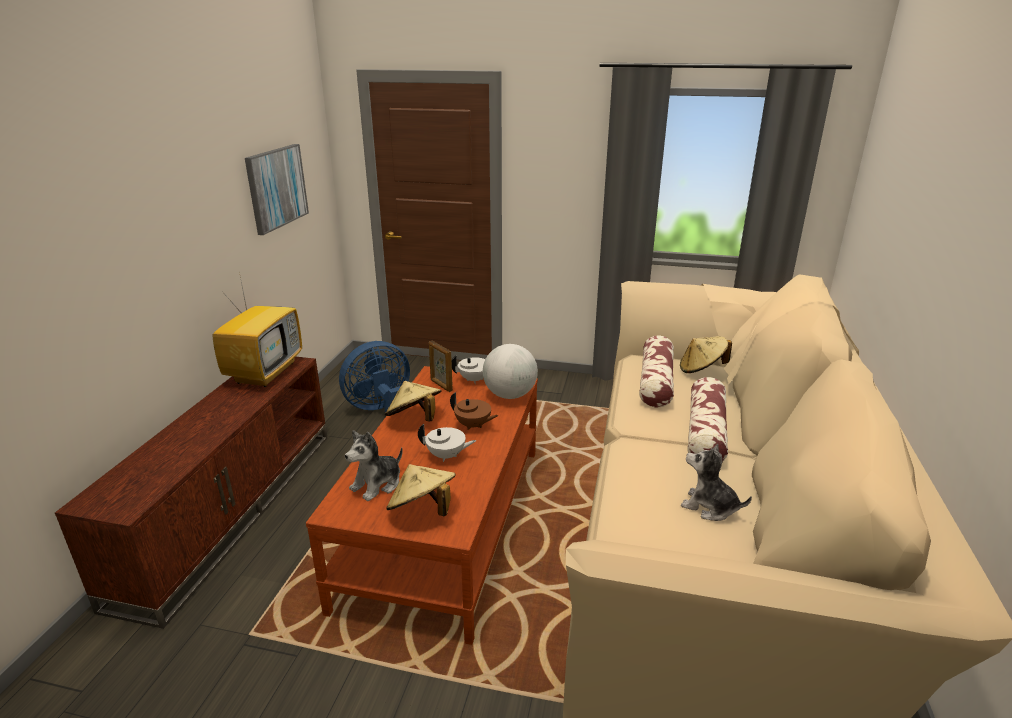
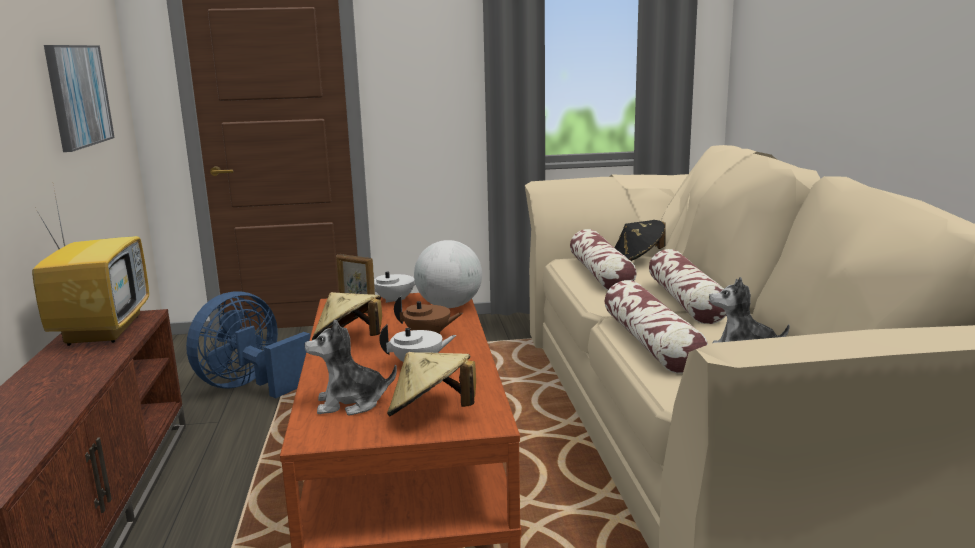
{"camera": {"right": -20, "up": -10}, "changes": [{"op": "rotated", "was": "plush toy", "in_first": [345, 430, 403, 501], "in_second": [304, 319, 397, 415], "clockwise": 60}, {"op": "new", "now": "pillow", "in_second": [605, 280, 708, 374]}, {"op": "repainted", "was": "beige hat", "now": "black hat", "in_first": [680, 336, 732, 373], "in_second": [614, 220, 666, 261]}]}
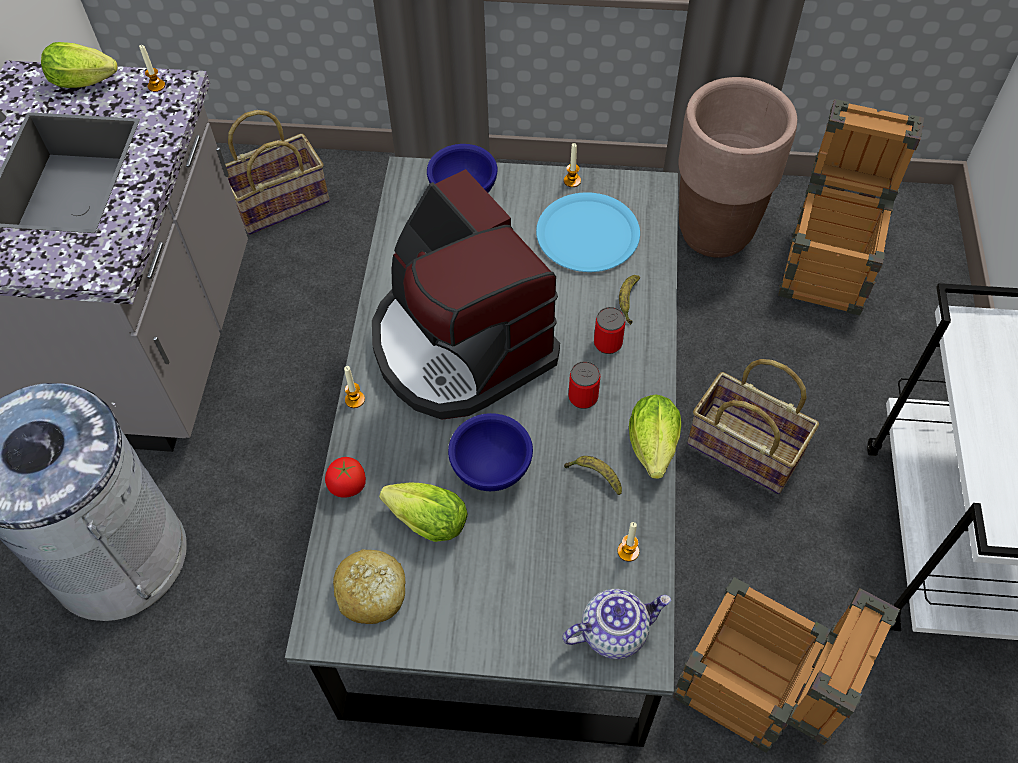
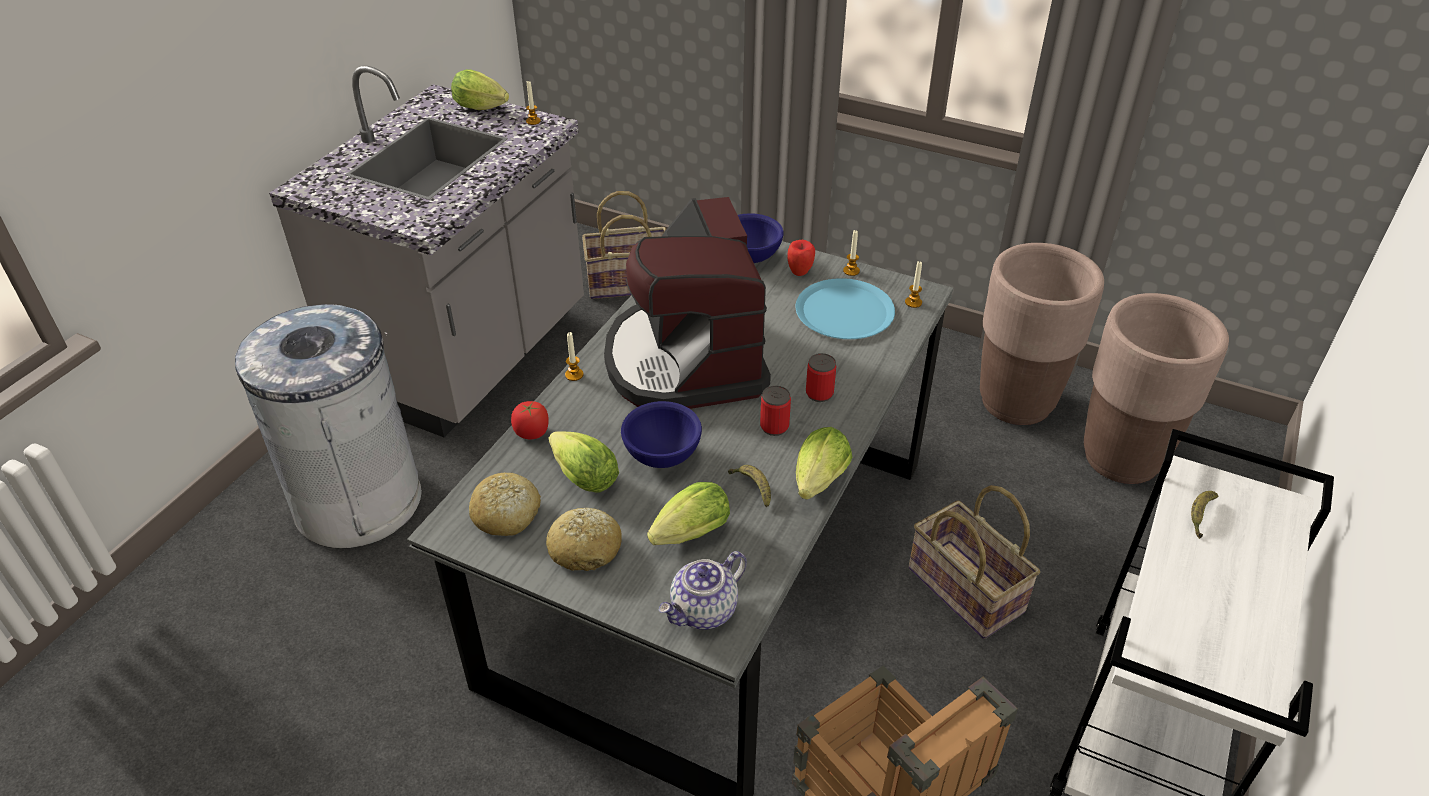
{"camera": {"right": 20, "up": -15}, "changes": [{"op": "new", "now": "bread", "in_second": [546, 508, 622, 571]}, {"op": "new", "now": "lettuce", "in_second": [647, 482, 730, 545]}, {"op": "rotated", "was": "teapot", "in_first": [563, 589, 671, 659], "in_second": [659, 551, 747, 630], "clockwise": 135}, {"op": "new", "now": "apple", "in_second": [787, 240, 815, 276]}, {"op": "shifted", "was": "candle", "in_first": [617, 522, 639, 562], "in_second": [905, 261, 922, 308]}, {"op": "swapped", "was": "crate", "now": "brown planter", "in_first": [778, 99, 924, 316], "in_second": [1084, 293, 1229, 484]}, {"op": "shifted", "was": "banana", "in_first": [619, 275, 640, 325], "in_second": [1191, 491, 1219, 539]}]}
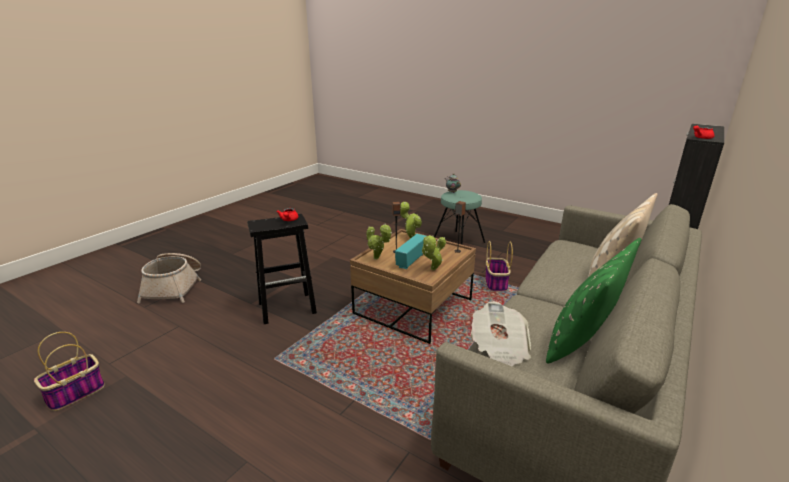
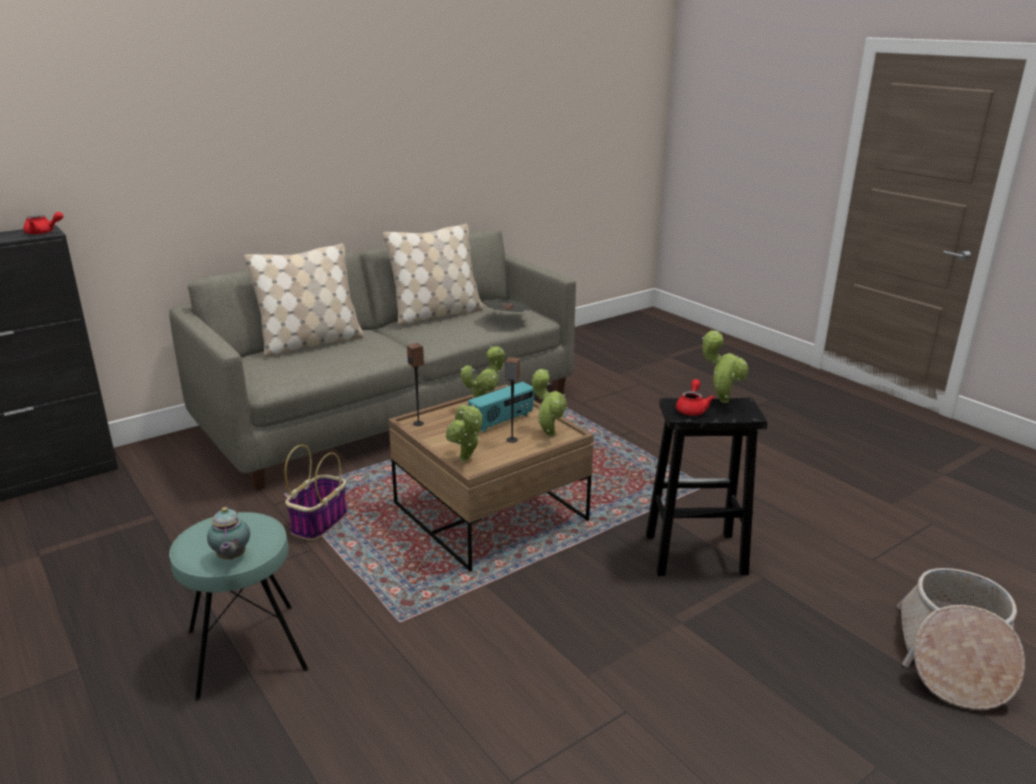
{"camera": {"right": -160, "up": 0}, "changes": [{"op": "repainted", "was": "green pillow", "now": "beige pillow", "in_first": [546, 238, 641, 364], "in_second": [383, 224, 483, 325]}, {"op": "new", "now": "potted plant", "in_second": [702, 330, 749, 403]}, {"op": "gone", "was": "basket", "in_first": [34, 332, 105, 411]}]}
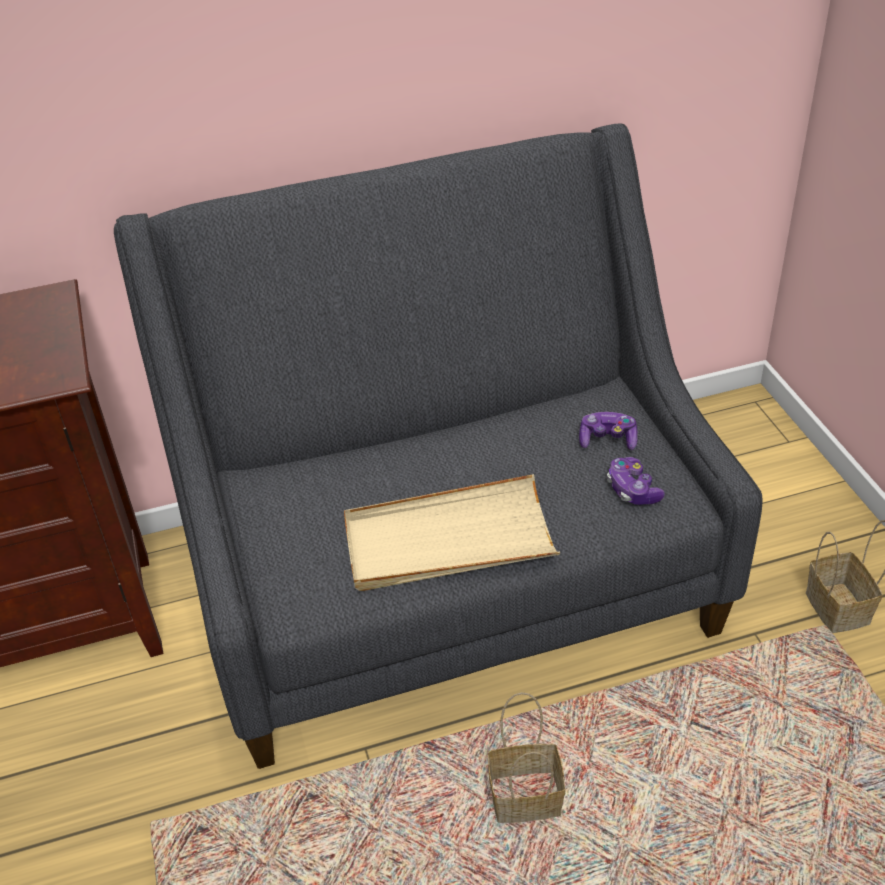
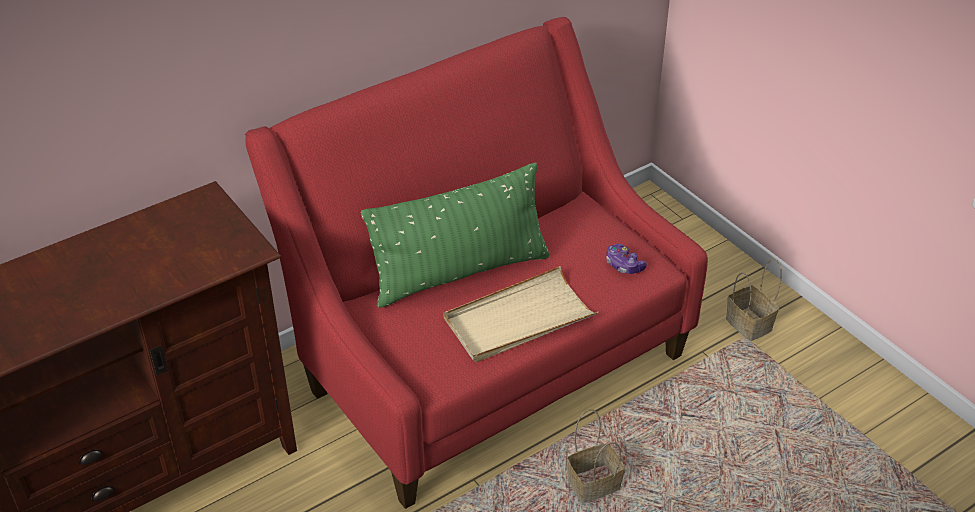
{"camera": {"right": -20, "up": 0}, "changes": [{"op": "repainted", "was": "grey sofa", "now": "red sofa", "in_first": [114, 124, 763, 769], "in_second": [245, 17, 708, 509]}, {"op": "new", "now": "green pillow", "in_second": [361, 162, 550, 308]}, {"op": "gone", "was": "game controller", "in_first": [579, 412, 638, 450]}]}
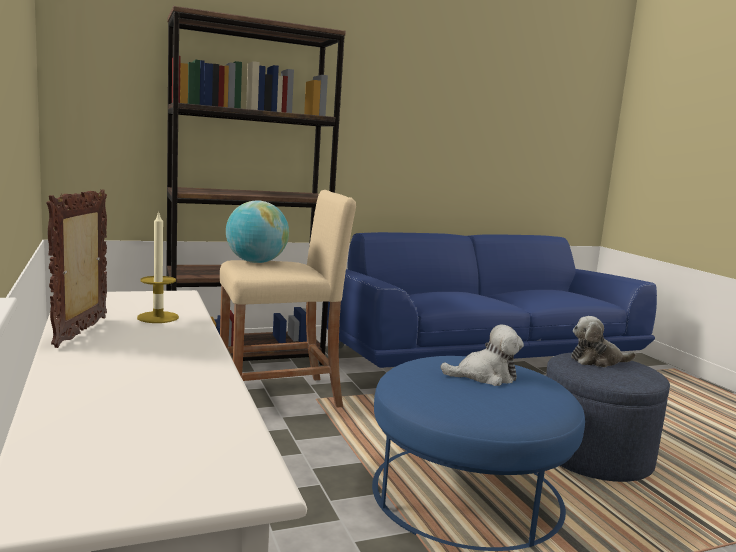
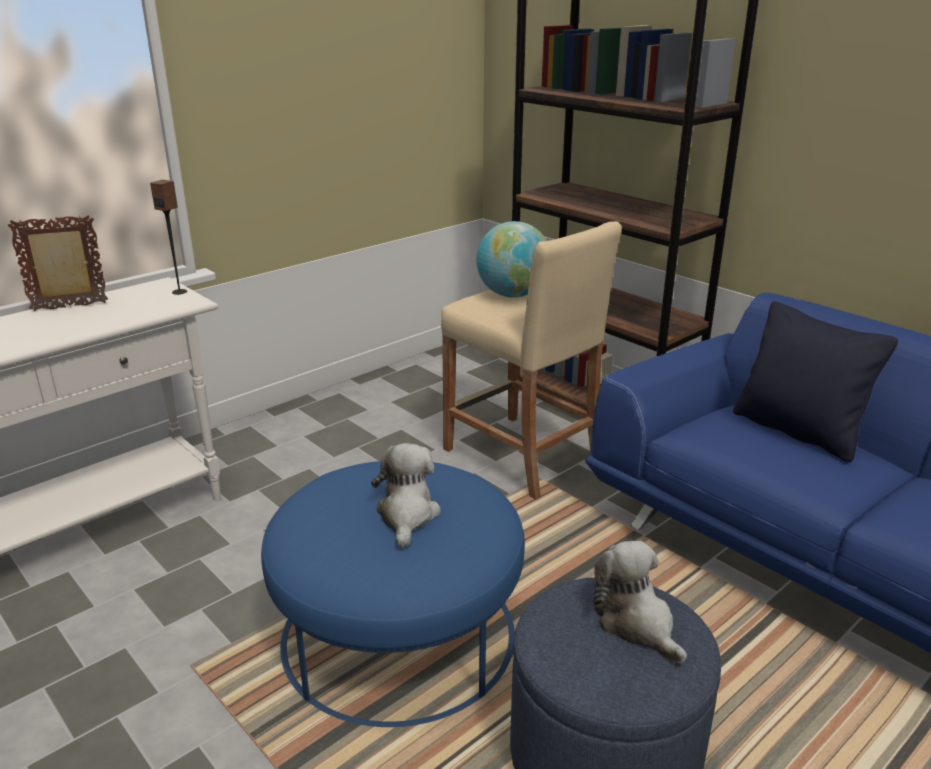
{"camera": {"right": 70, "up": 15}, "changes": [{"op": "new", "now": "speaker", "in_second": [150, 180, 187, 295]}, {"op": "rotated", "was": "plush toy", "in_first": [440, 324, 524, 386], "in_second": [371, 443, 441, 548], "clockwise": -150}, {"op": "new", "now": "black pillow", "in_second": [733, 301, 898, 462]}, {"op": "gone", "was": "candle", "in_first": [137, 210, 179, 323]}]}
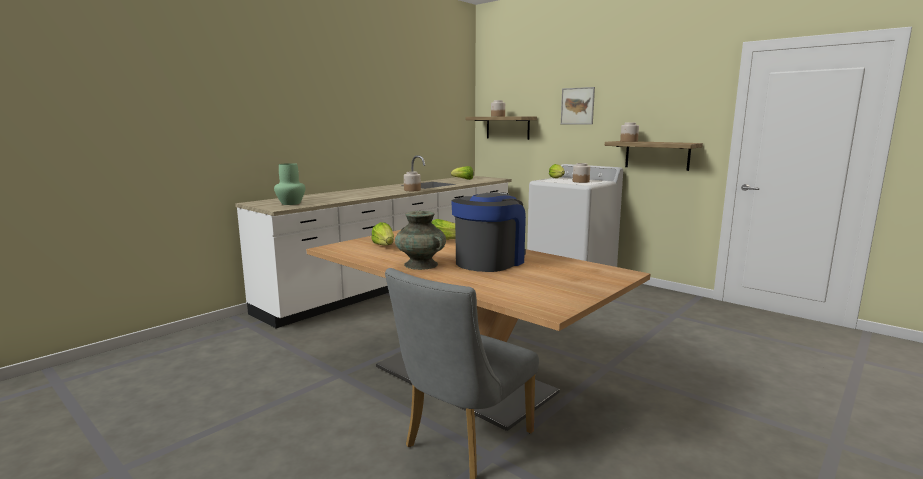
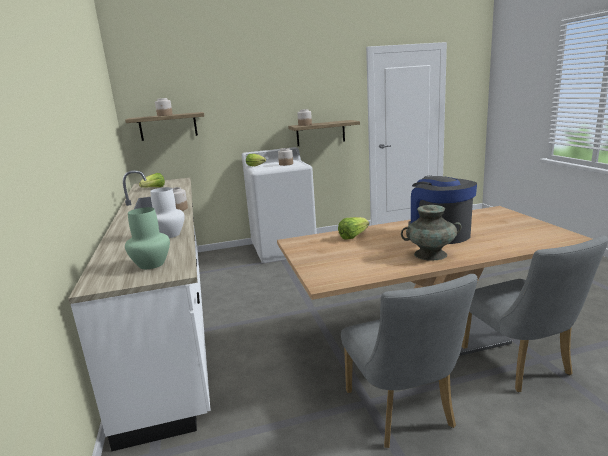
{"camera": {"right": -55, "up": 5}, "changes": [{"op": "new", "now": "white vase", "in_second": [150, 187, 185, 238]}, {"op": "new", "now": "grey chair", "in_second": [341, 274, 478, 448]}, {"op": "gone", "was": "lettuce", "in_first": [371, 222, 394, 245]}, {"op": "gone", "was": "picture", "in_first": [561, 87, 595, 124]}]}
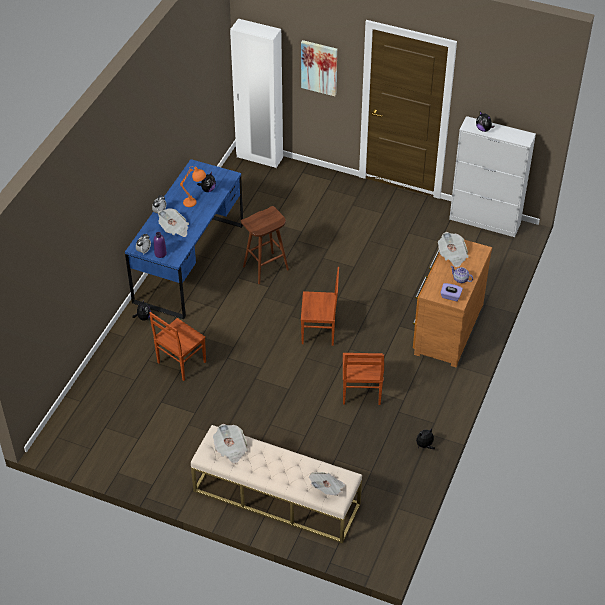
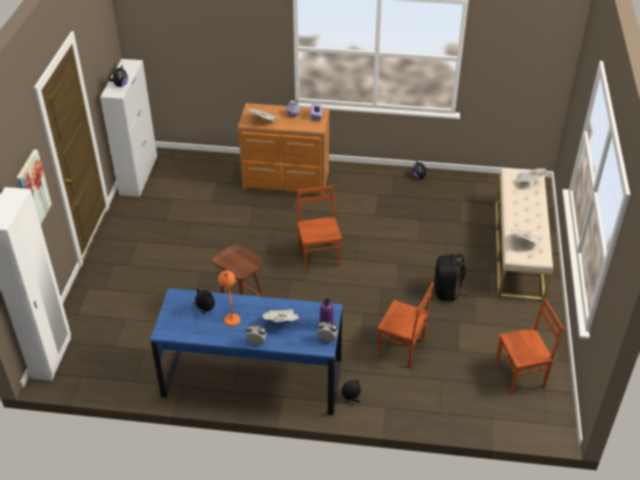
{"camera": {"right": -105, "up": -5}, "changes": [{"op": "new", "now": "black backpack", "in_second": [434, 254, 467, 301]}, {"op": "shifted", "was": "brown chair", "in_first": [343, 353, 384, 405], "in_second": [495, 298, 563, 394]}]}
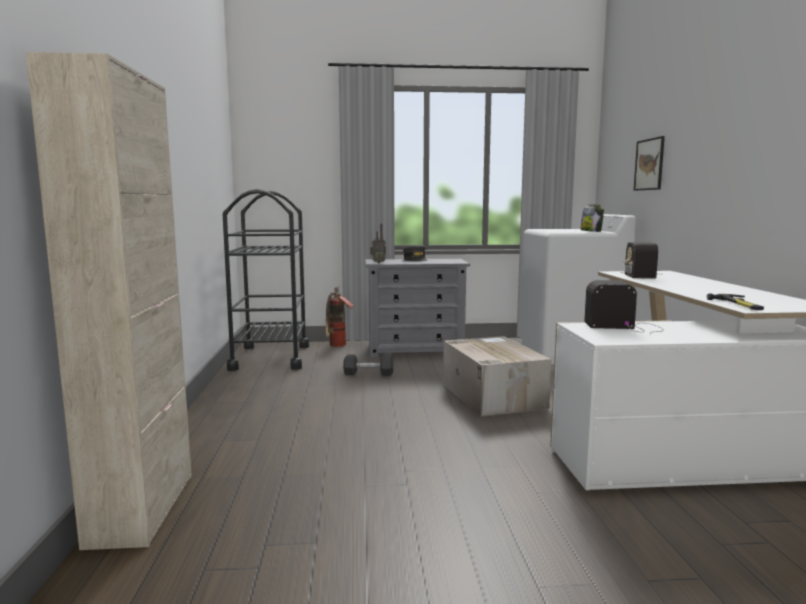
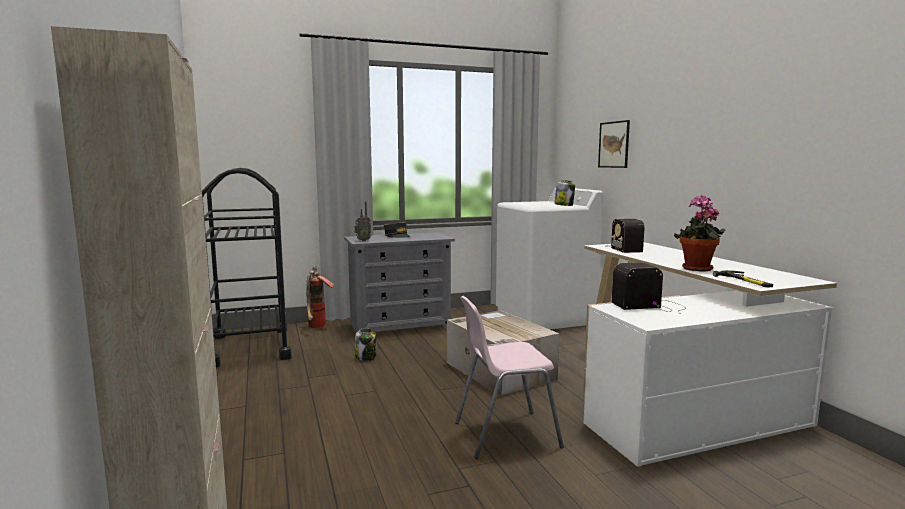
{"camera": {"right": -15, "up": 0}, "changes": [{"op": "swapped", "was": "grey dumbbell", "now": "jar", "in_first": [343, 354, 394, 376], "in_second": [355, 328, 377, 361]}, {"op": "new", "now": "pink chair", "in_second": [455, 296, 564, 459]}, {"op": "new", "now": "potted plant", "in_second": [674, 195, 725, 272]}]}
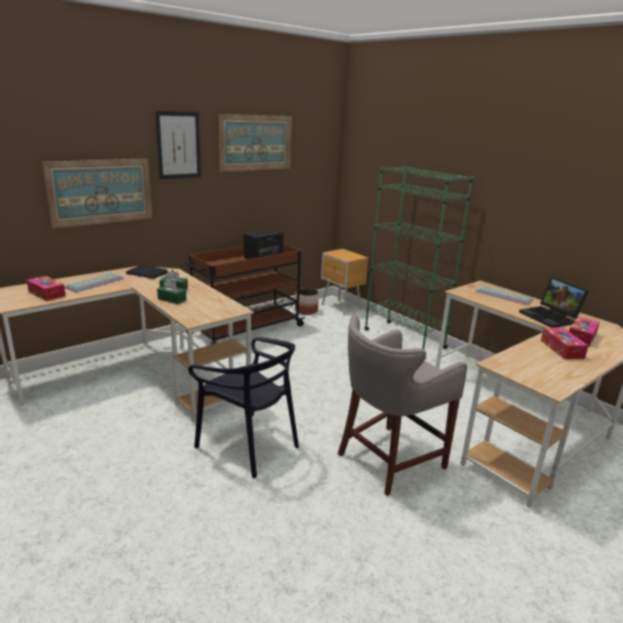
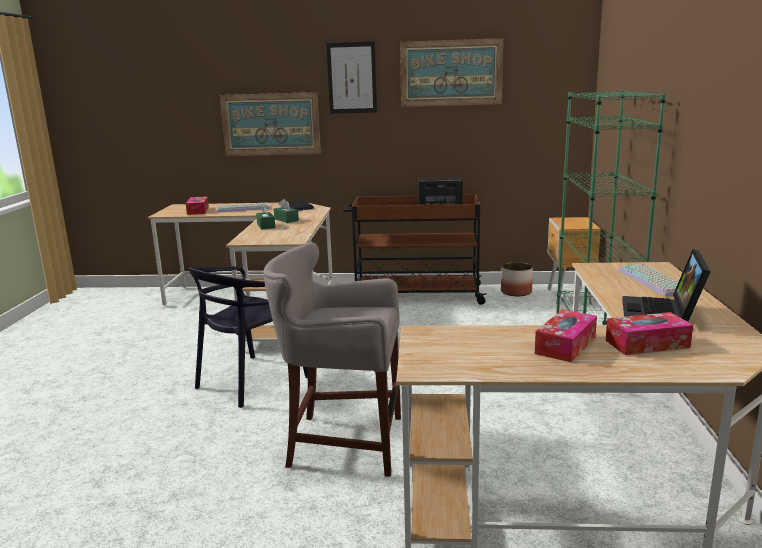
{"camera": {"right": 45, "up": -5}, "changes": [{"op": "rotated", "was": "black chair", "in_first": [188, 337, 299, 478], "in_second": [188, 266, 308, 408], "clockwise": 45}]}
